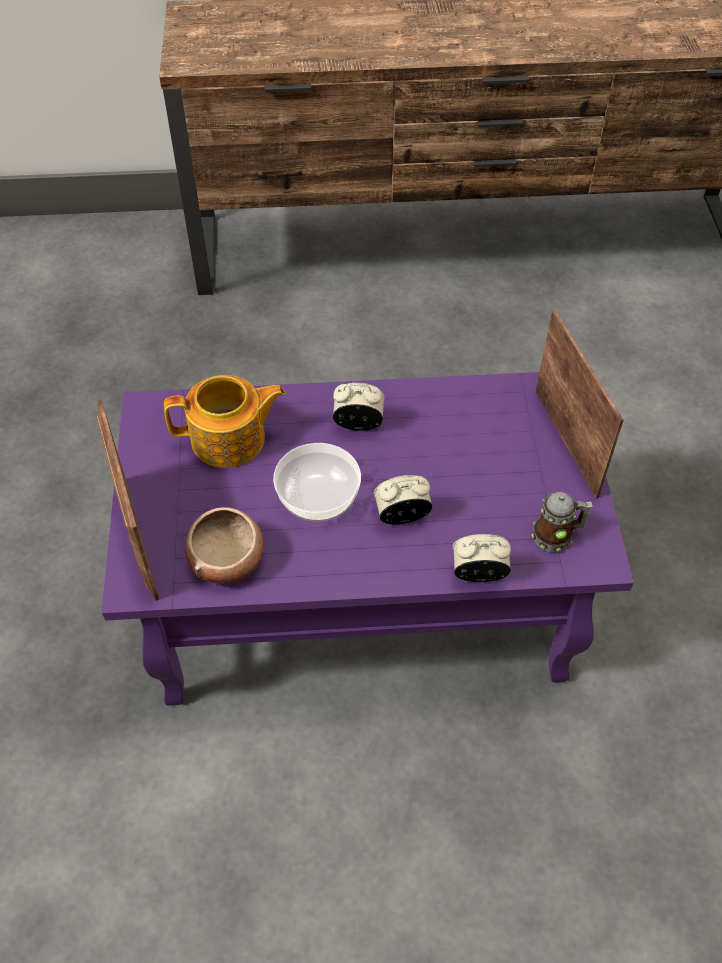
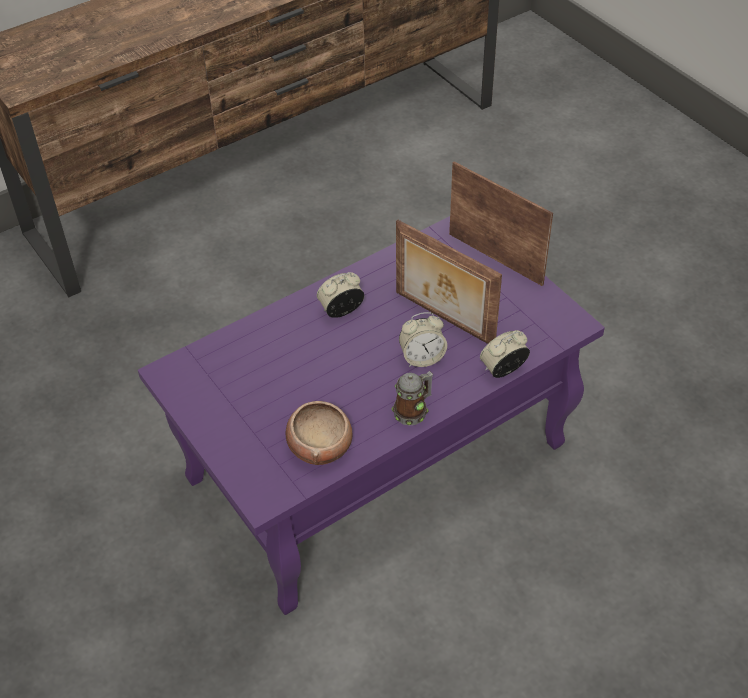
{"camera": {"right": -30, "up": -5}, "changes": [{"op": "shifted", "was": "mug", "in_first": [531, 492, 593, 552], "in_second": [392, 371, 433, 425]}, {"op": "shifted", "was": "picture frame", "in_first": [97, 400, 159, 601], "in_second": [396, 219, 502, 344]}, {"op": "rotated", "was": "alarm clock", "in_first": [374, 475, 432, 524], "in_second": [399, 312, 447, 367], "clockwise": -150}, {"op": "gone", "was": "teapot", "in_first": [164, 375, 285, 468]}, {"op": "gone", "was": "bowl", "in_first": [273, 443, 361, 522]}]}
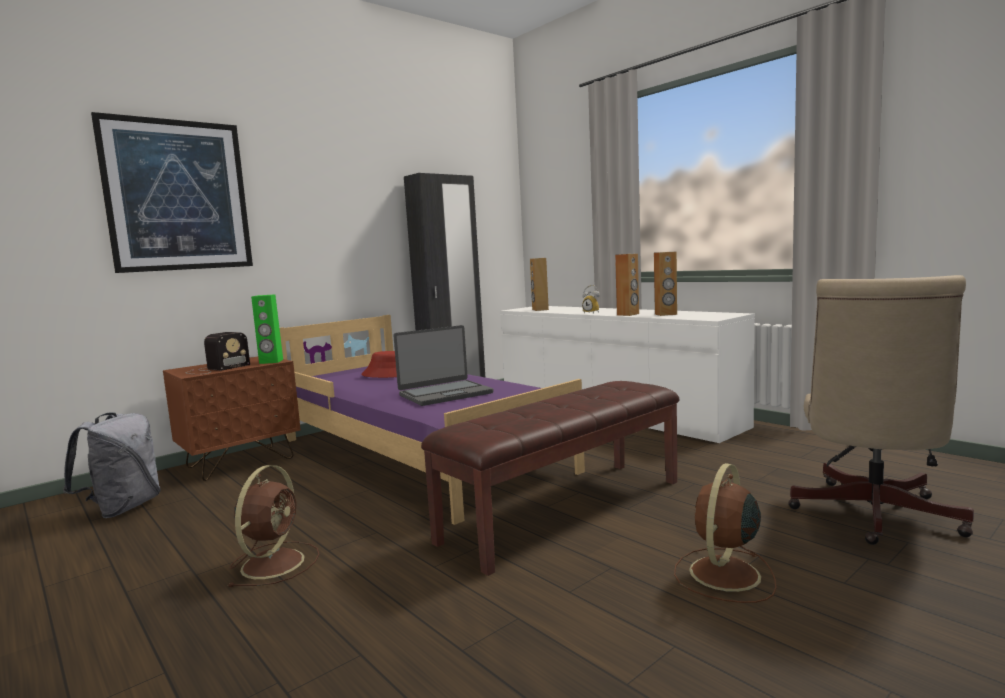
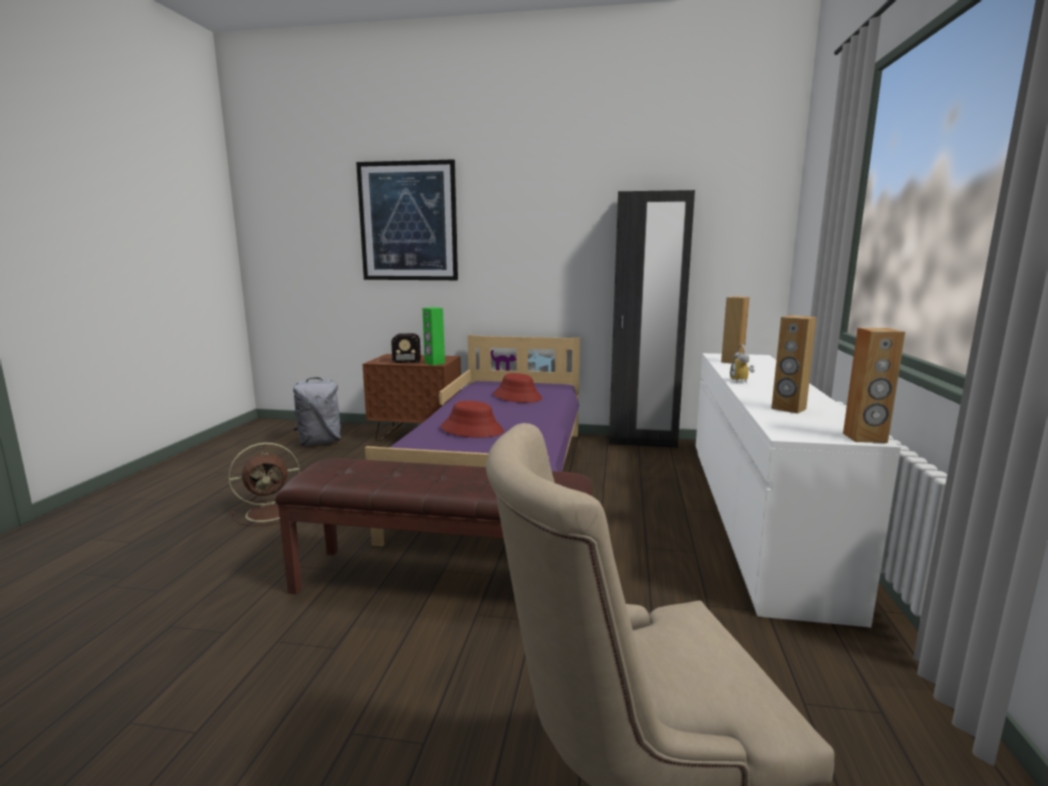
{"camera": {"right": 50, "up": 5}, "changes": [{"op": "swapped", "was": "laptop", "now": "red hat", "in_first": [394, 325, 493, 406], "in_second": [441, 401, 504, 438]}, {"op": "shifted", "was": "brown speaker", "in_first": [615, 253, 639, 316], "in_second": [843, 328, 905, 443]}, {"op": "gone", "was": "brown fan", "in_first": [674, 463, 777, 603]}]}
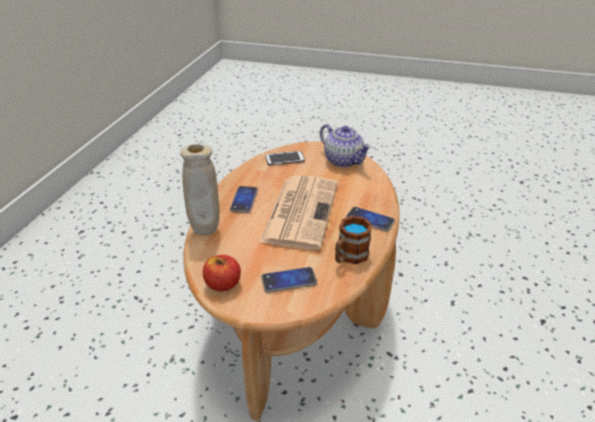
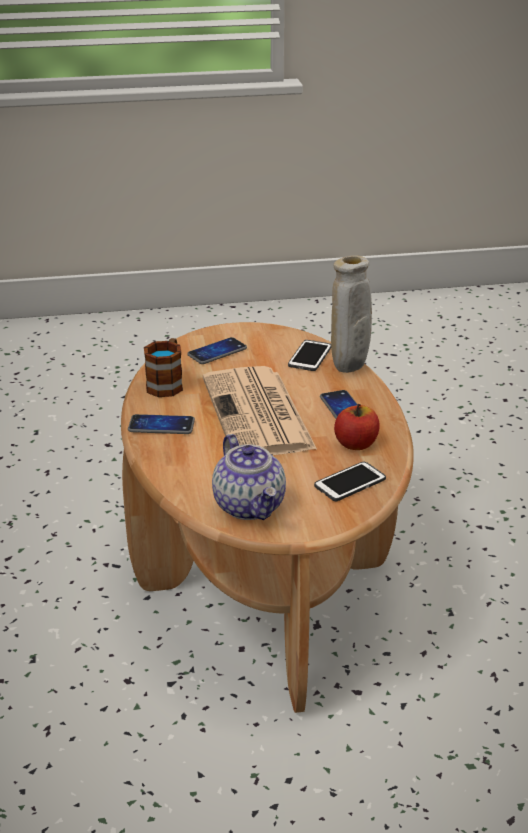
{"camera": {"right": 155, "up": -5}, "changes": [{"op": "rotated", "was": "teapot", "in_first": [320, 124, 372, 168], "in_second": [212, 434, 286, 520], "clockwise": -135}, {"op": "new", "now": "phone", "in_second": [288, 340, 331, 371]}, {"op": "shifted", "was": "apple", "in_first": [203, 255, 241, 291], "in_second": [334, 404, 380, 450]}]}
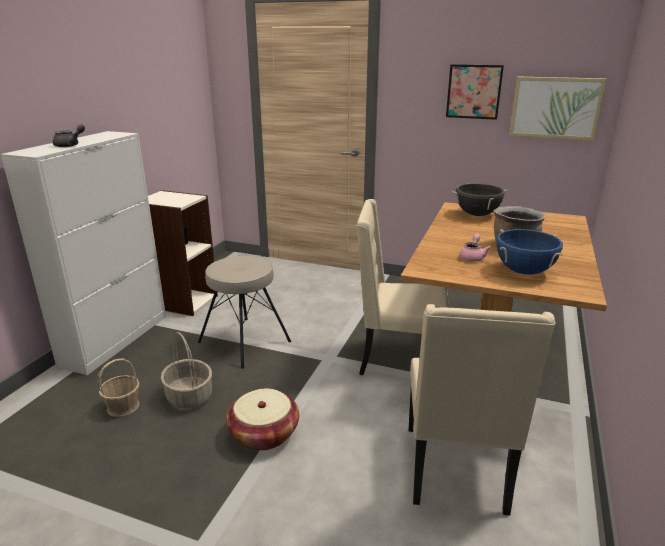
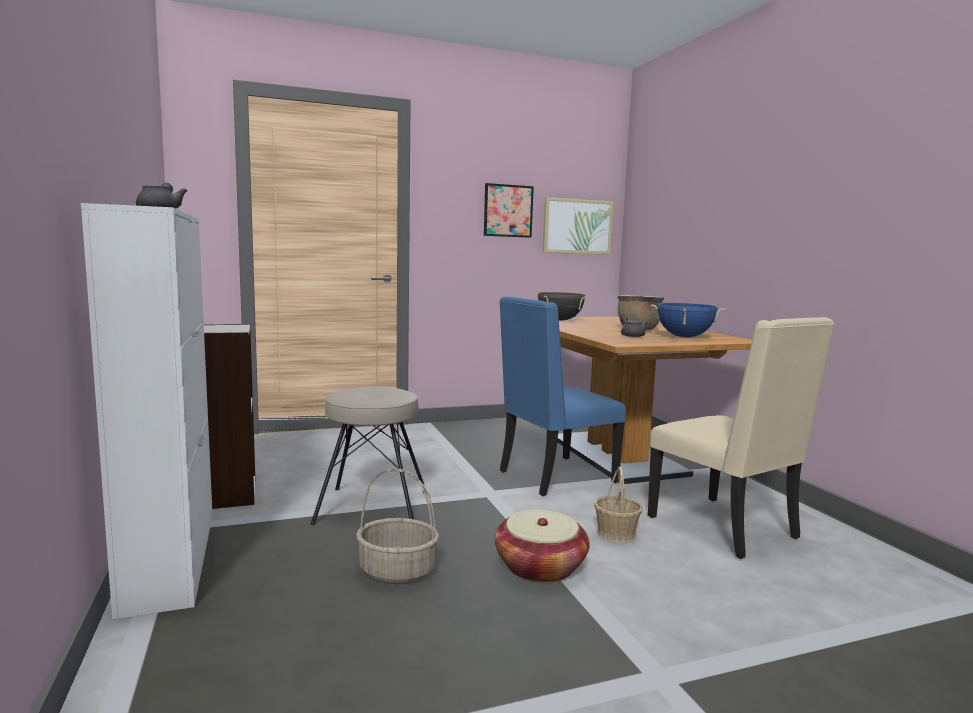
{"camera": {"right": -40, "up": -15}, "changes": [{"op": "repainted", "was": "beige chair", "now": "blue chair", "in_first": [357, 199, 449, 375], "in_second": [500, 296, 626, 496]}, {"op": "shifted", "was": "basket", "in_first": [97, 359, 140, 417], "in_second": [594, 467, 643, 543]}, {"op": "repainted", "was": "pink teapot", "now": "grey teapot", "in_first": [459, 234, 491, 262], "in_second": [620, 315, 648, 337]}]}
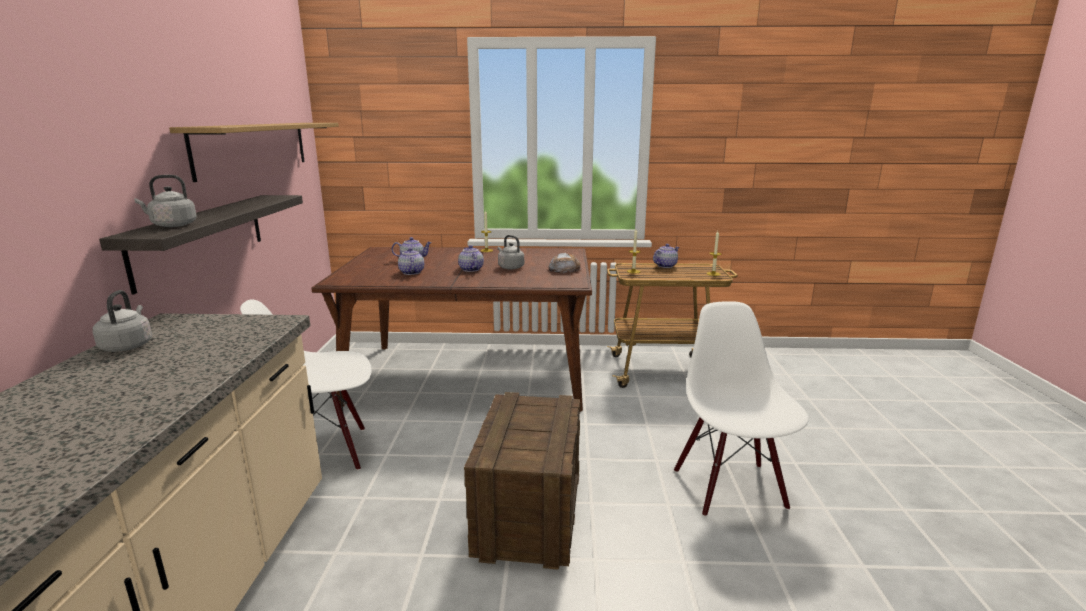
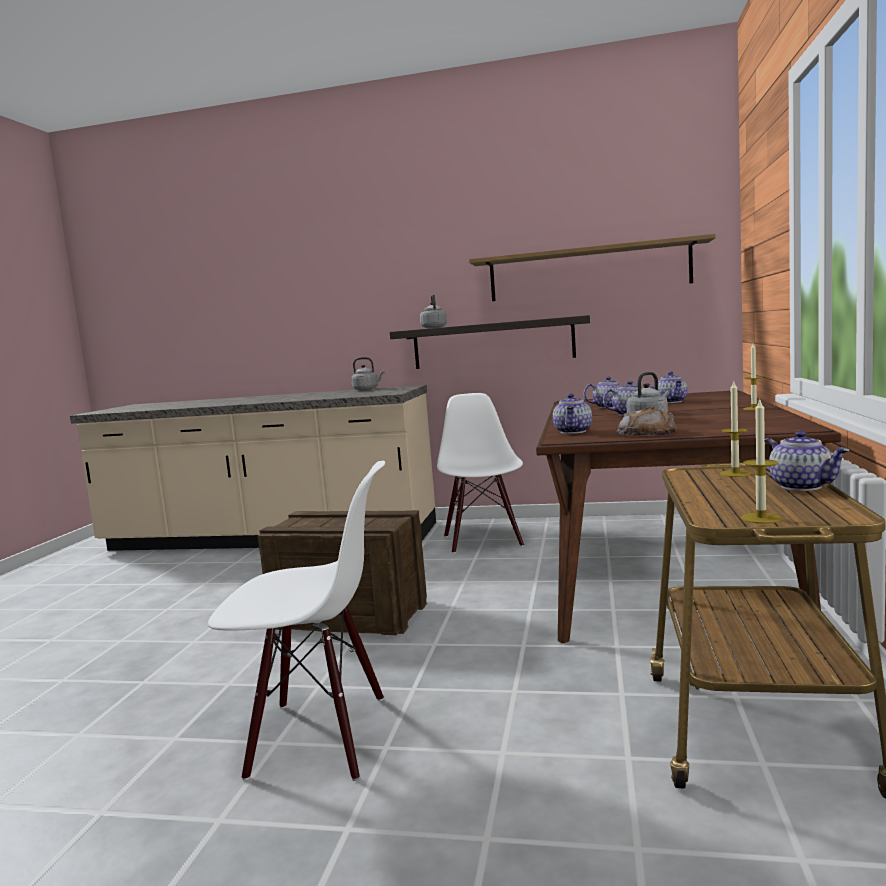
{"camera": {"right": 100, "up": -10}, "changes": [{"op": "new", "now": "teapot", "in_second": [553, 393, 592, 434]}]}
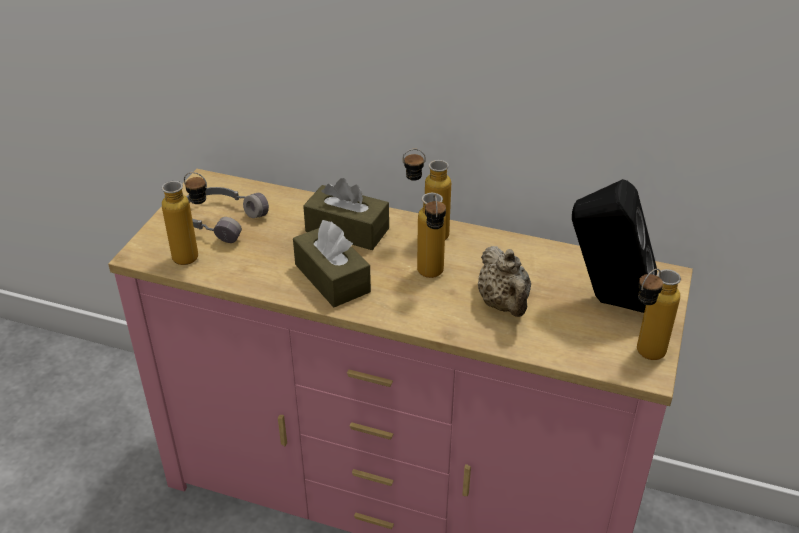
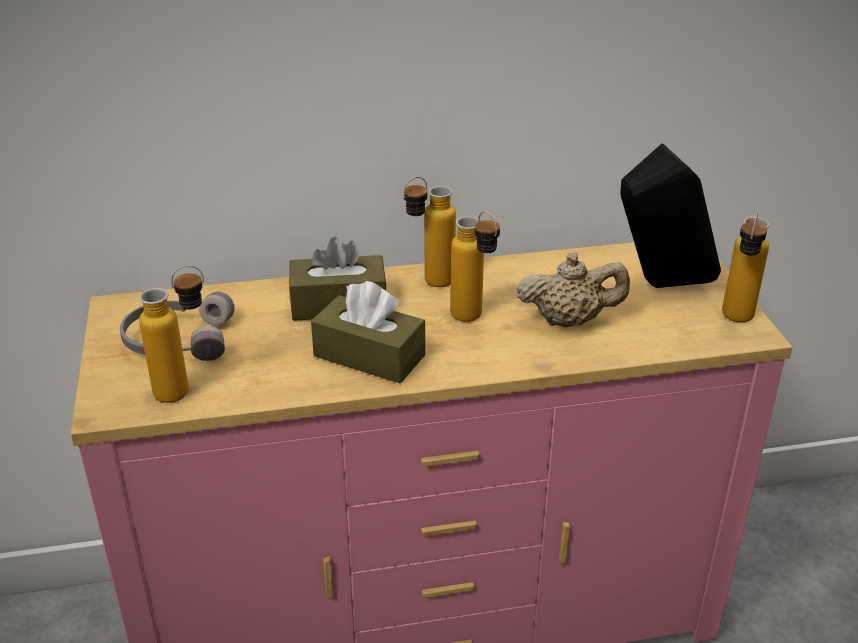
{"camera": {"right": -30, "up": -5}, "changes": [{"op": "rotated", "was": "beige teapot", "in_first": [478, 246, 531, 317], "in_second": [516, 253, 630, 327], "clockwise": -45}]}
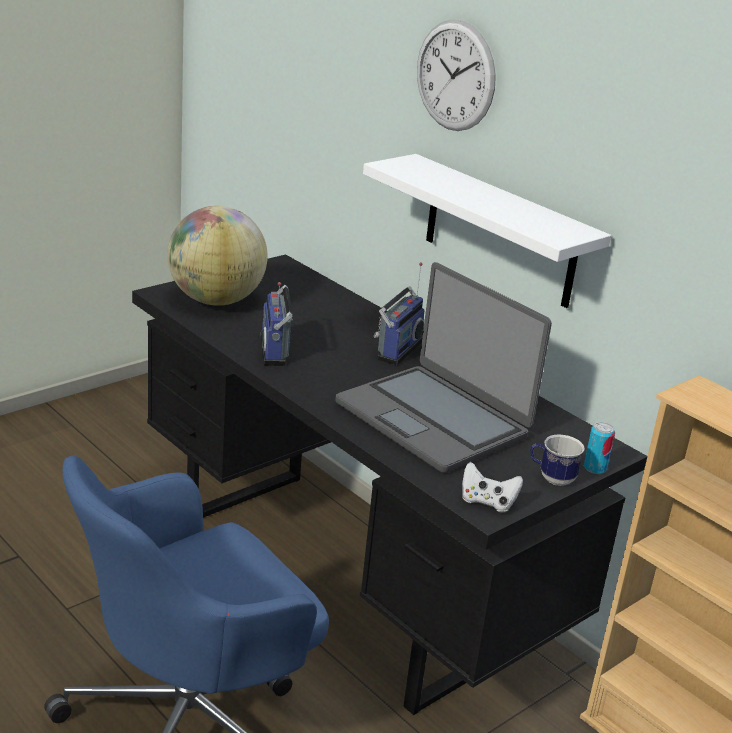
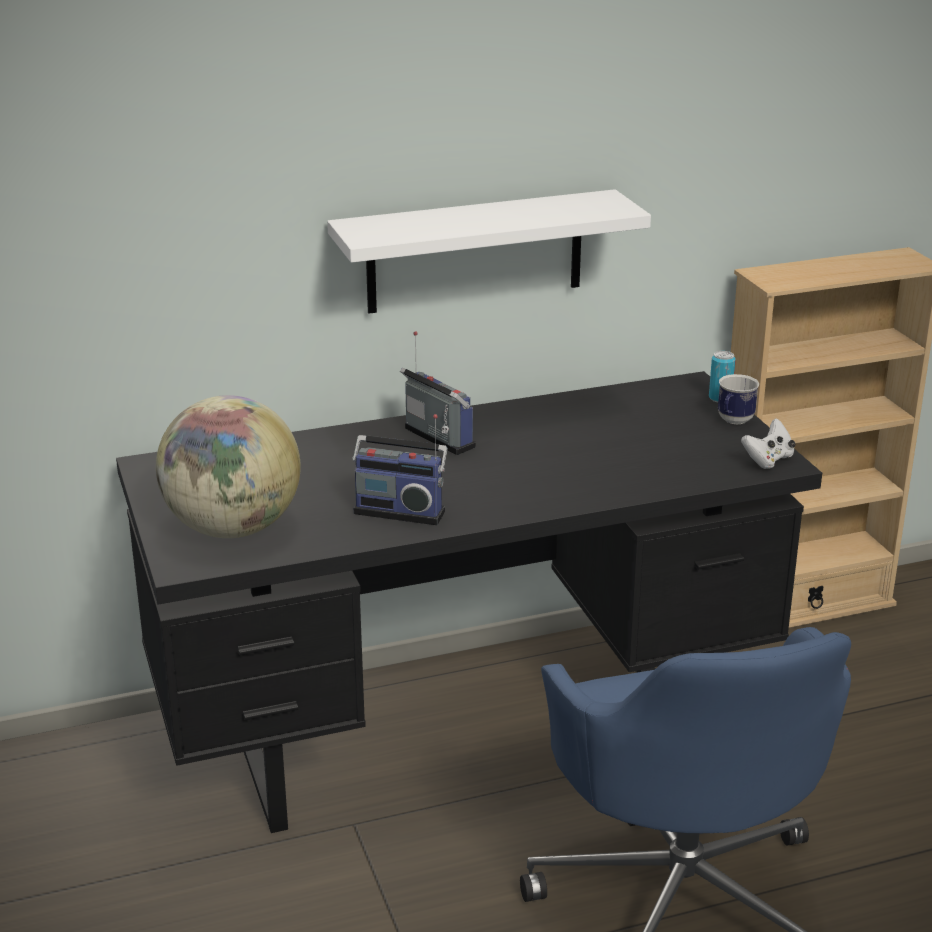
{"camera": {"right": -65, "up": 0}, "changes": [{"op": "gone", "was": "laptop", "in_first": [335, 262, 552, 473]}, {"op": "gone", "was": "wall clock", "in_first": [417, 19, 496, 131]}]}
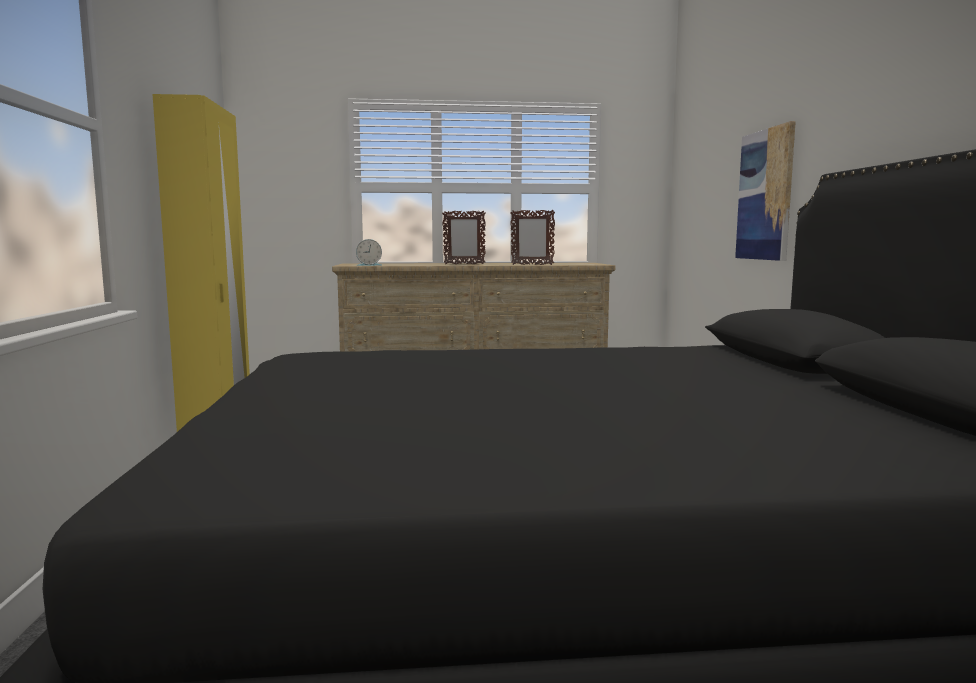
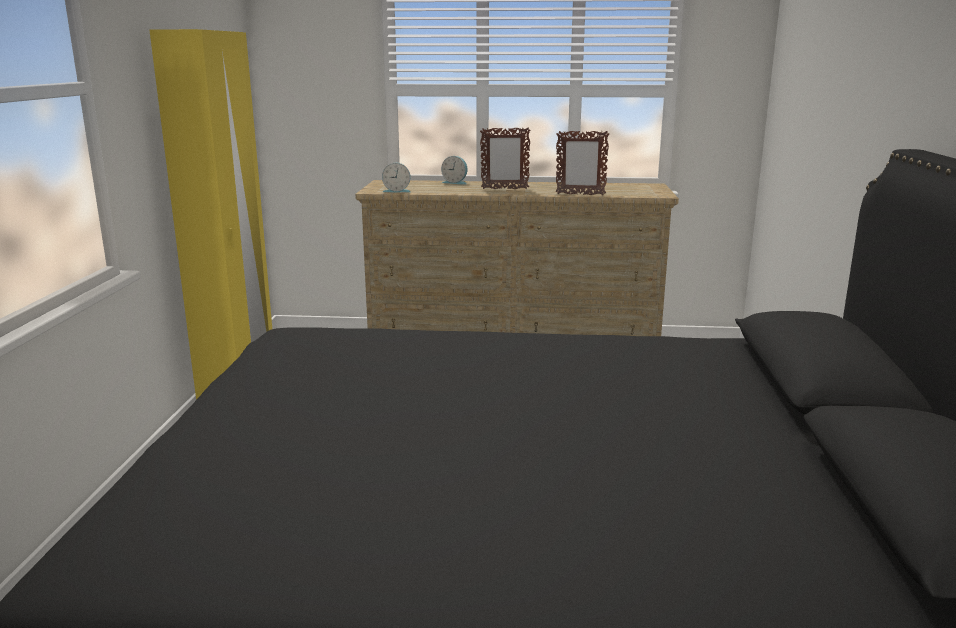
{"camera": {"right": 10, "up": 10}, "changes": [{"op": "new", "now": "alarm clock", "in_second": [441, 156, 467, 185]}, {"op": "gone", "was": "picture", "in_first": [735, 121, 796, 261]}]}
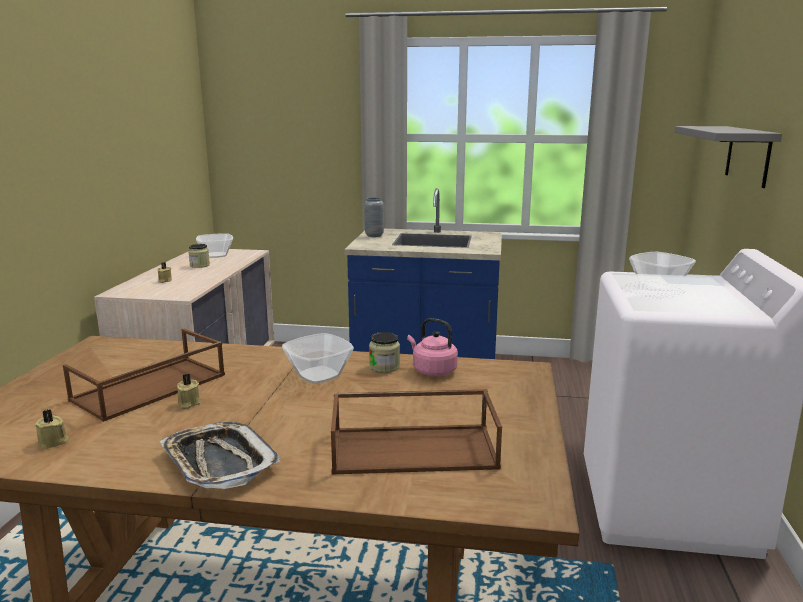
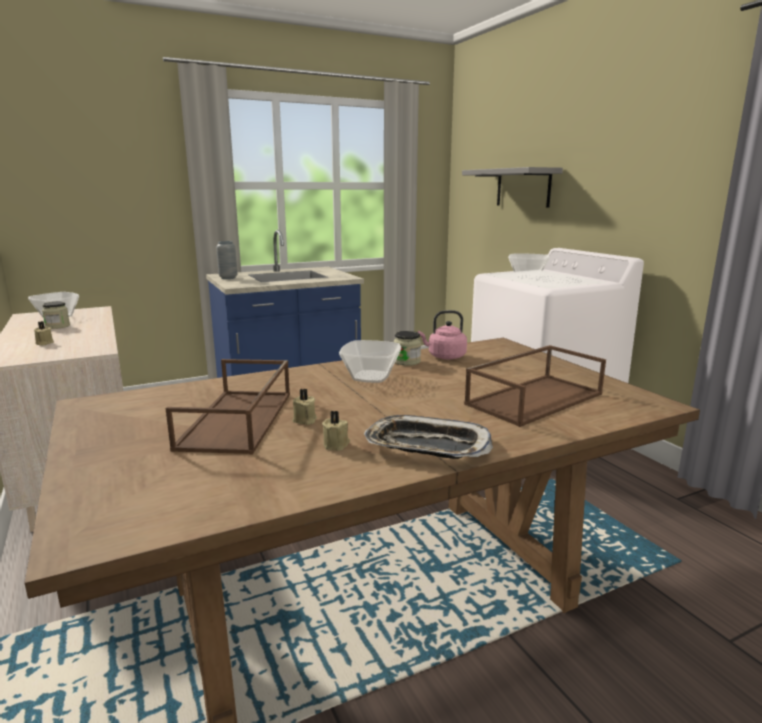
{"camera": {"right": -35, "up": 0}, "changes": [{"op": "shifted", "was": "beige candle", "in_first": [35, 409, 69, 449], "in_second": [322, 410, 350, 451]}]}
